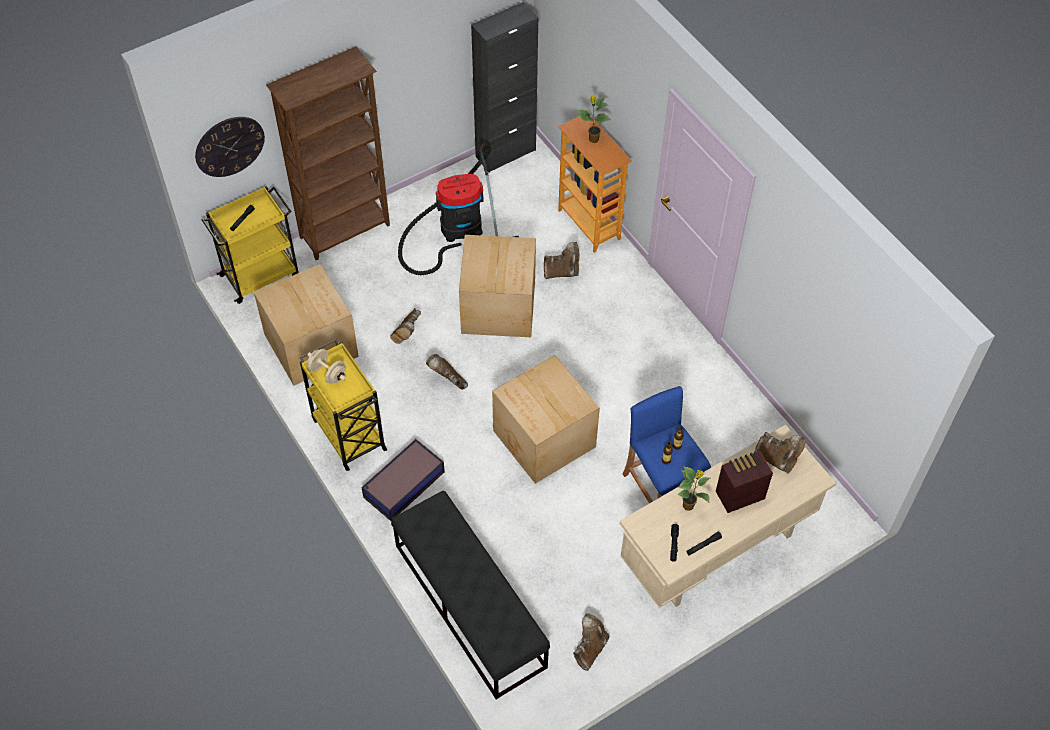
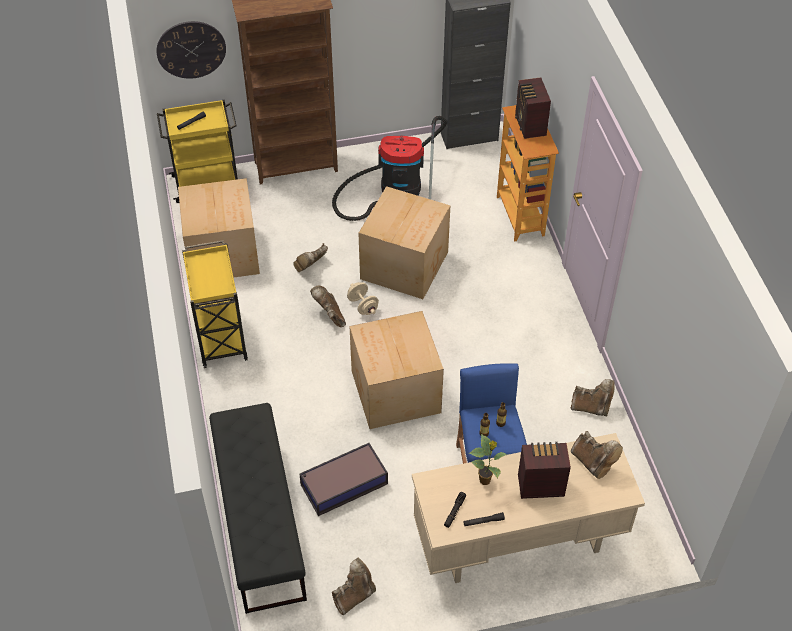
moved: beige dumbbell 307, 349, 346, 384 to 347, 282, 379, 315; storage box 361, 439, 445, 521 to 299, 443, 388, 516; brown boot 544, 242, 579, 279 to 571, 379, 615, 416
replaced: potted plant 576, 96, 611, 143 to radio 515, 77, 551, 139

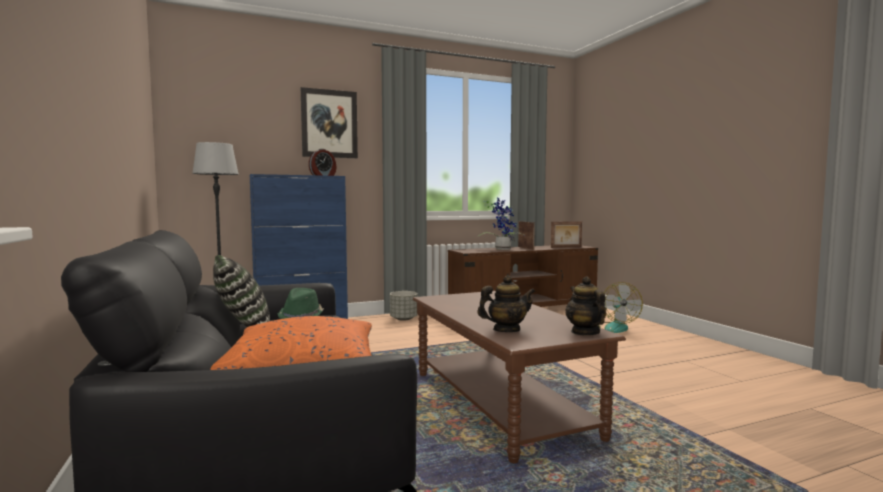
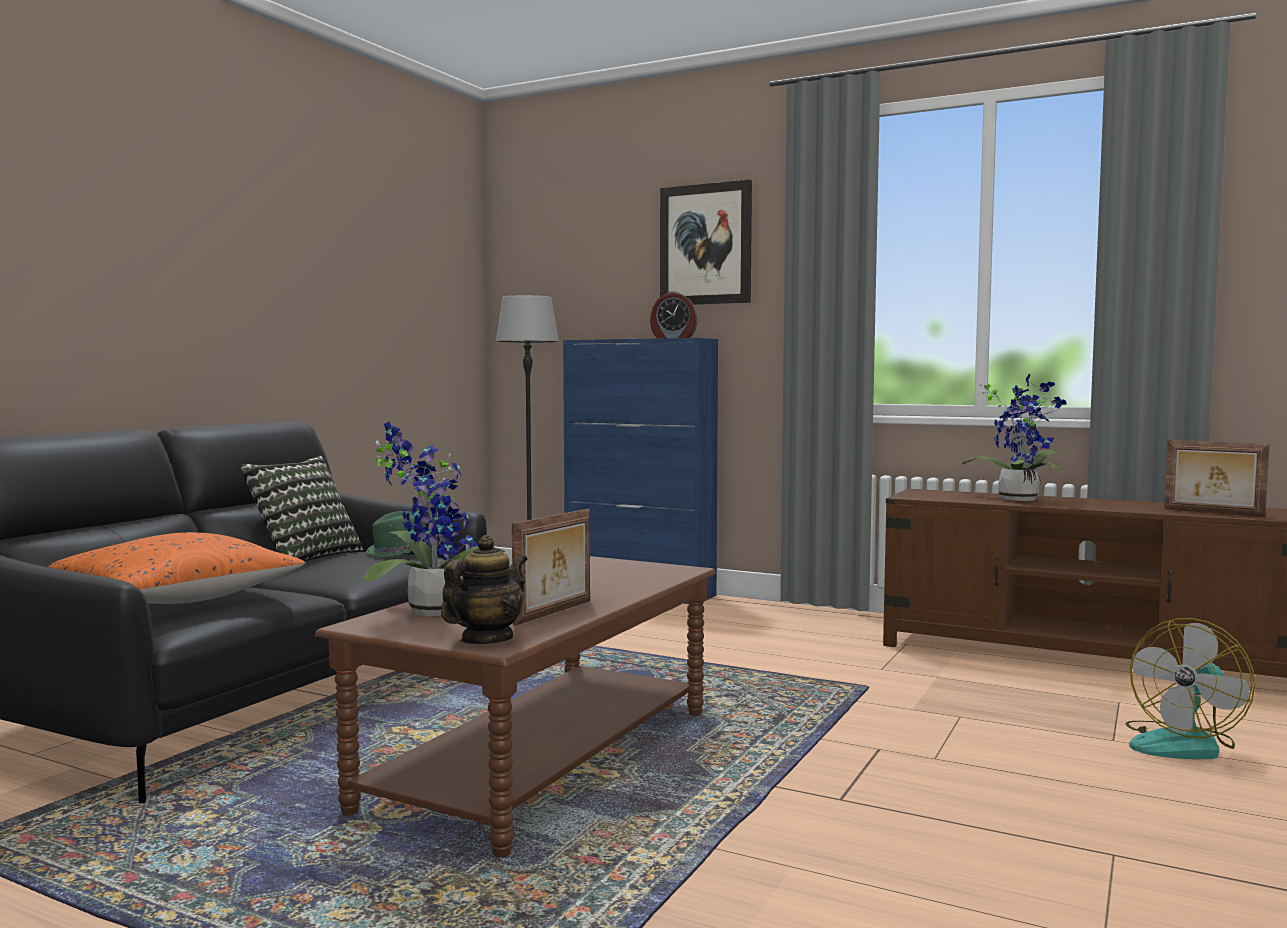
removed: grey planter 390, 291, 418, 321
moved: picture frame 518, 221, 535, 250 to 512, 509, 590, 626
replaced: teapot 477, 275, 535, 332 to potted plant 363, 421, 505, 616

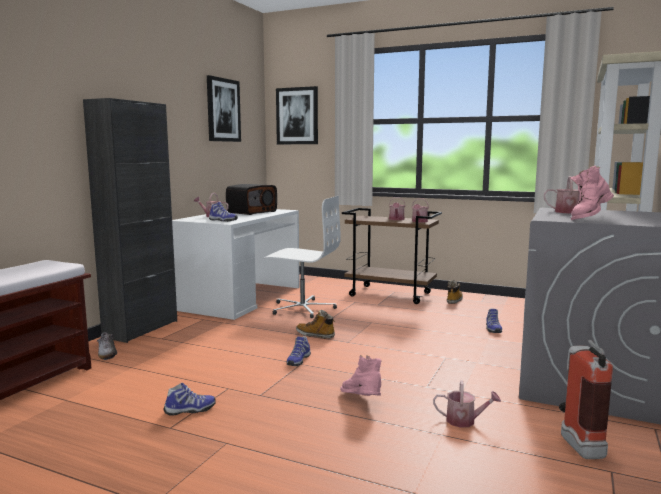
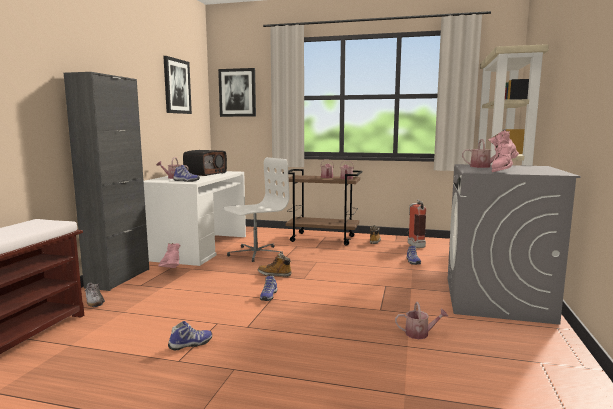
moved: pink boot 340, 355, 382, 396 to 158, 243, 181, 268; fire extinguisher 559, 340, 613, 459 to 407, 199, 426, 248
turned: white office chair 264, 196, 341, 318 = 222, 157, 289, 262 45 degrees counterclockwise

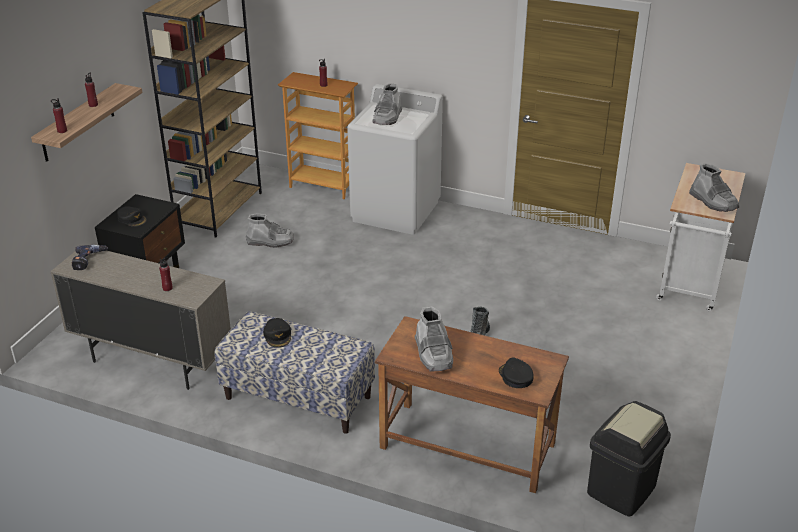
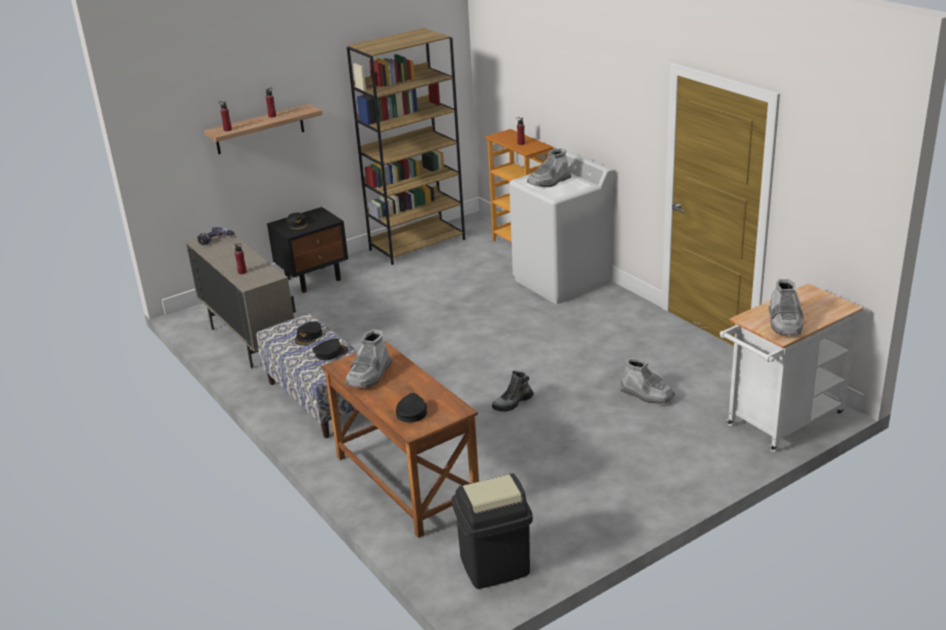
added: black cap 313, 338, 348, 360
moved: grey boot 246, 213, 294, 248 to 620, 358, 675, 404

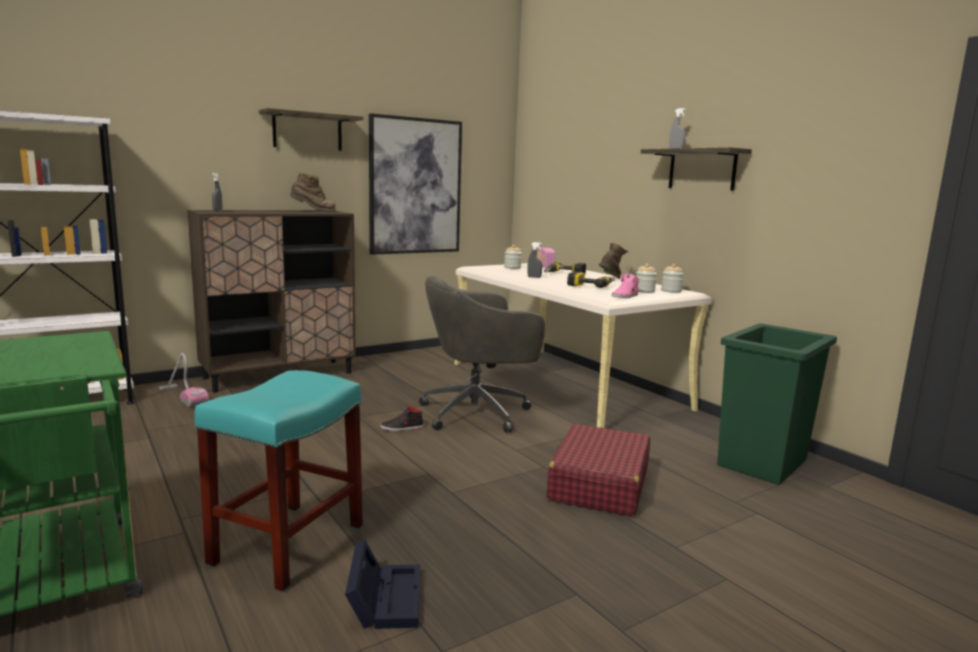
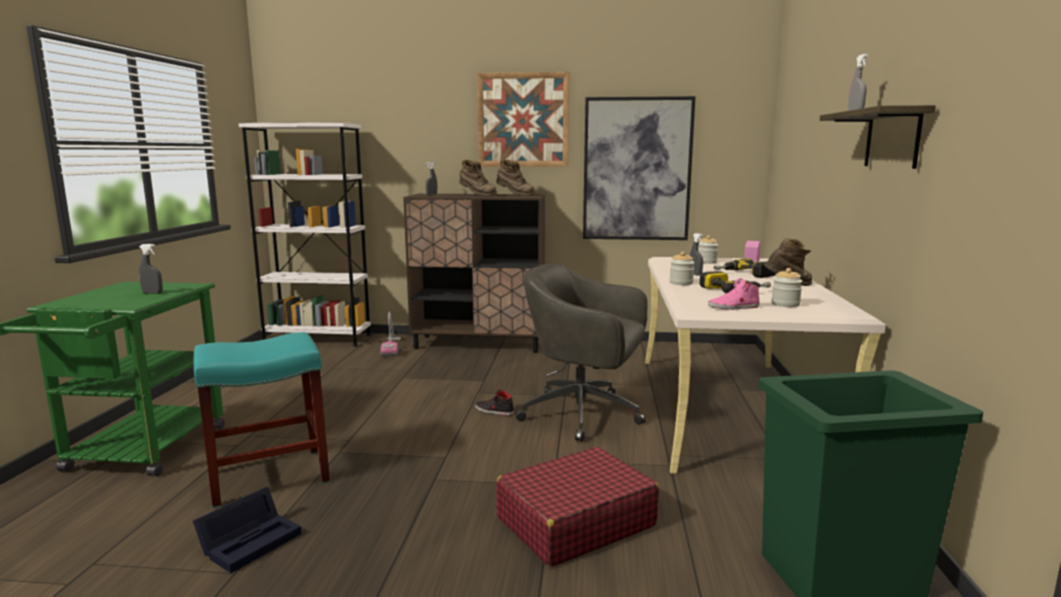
added: grey spray bottle 139, 244, 163, 294; brown boot 459, 159, 497, 197
moved: jar 661, 264, 684, 293 to 670, 252, 695, 285
replaced: shelf 259, 108, 363, 151 to picture 477, 72, 569, 167

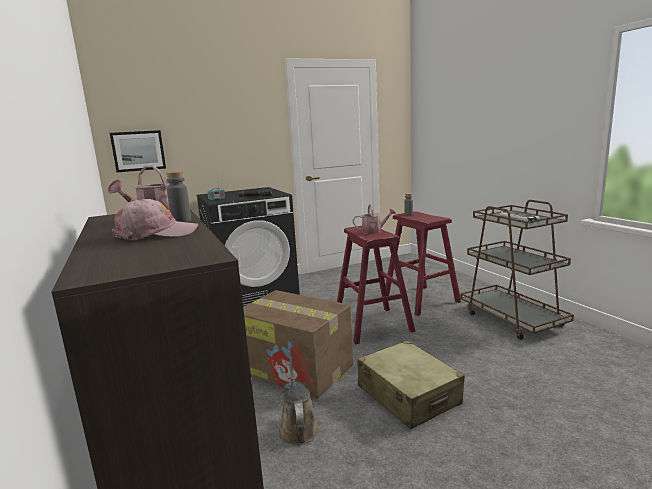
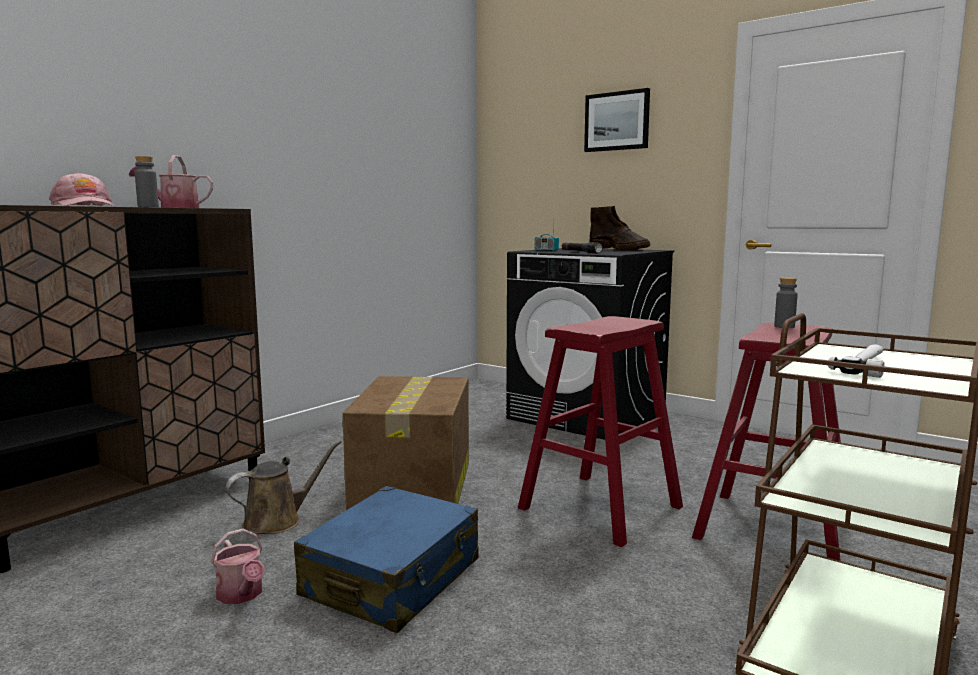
added: brown boot 589, 206, 650, 250
moved: picture 110, 130, 166, 173 to 584, 88, 650, 152; watering can 353, 204, 396, 234 to 211, 528, 265, 604
recoloured: beige suitcase 357, 340, 465, 429 to blue suitcase 294, 486, 479, 633

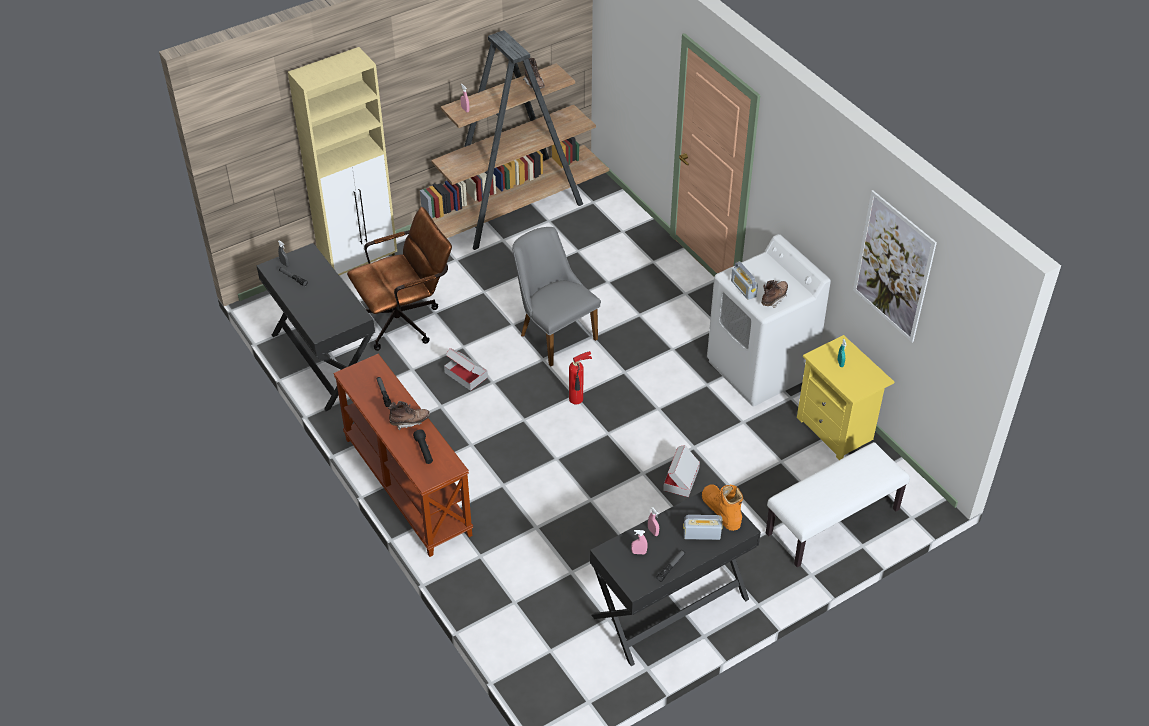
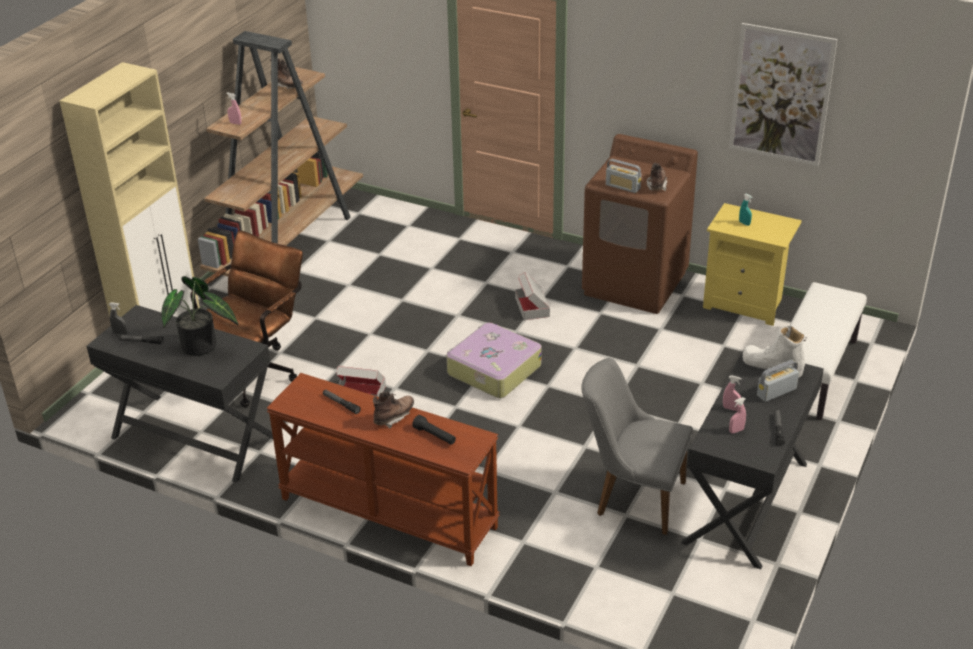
added: potted plant 161, 276, 238, 356
moved: grey chair 512, 227, 601, 366 to 581, 358, 693, 535; cardboard box 663, 445, 700, 497 to 515, 272, 550, 320
replaced: fire extinguisher 569, 351, 592, 404 to suitcase 447, 323, 542, 398
recoloured: orange boot 702, 485, 743, 531 to white boot 743, 326, 807, 378; white washing machine 707, 234, 831, 406 to brown washing machine 582, 134, 698, 314

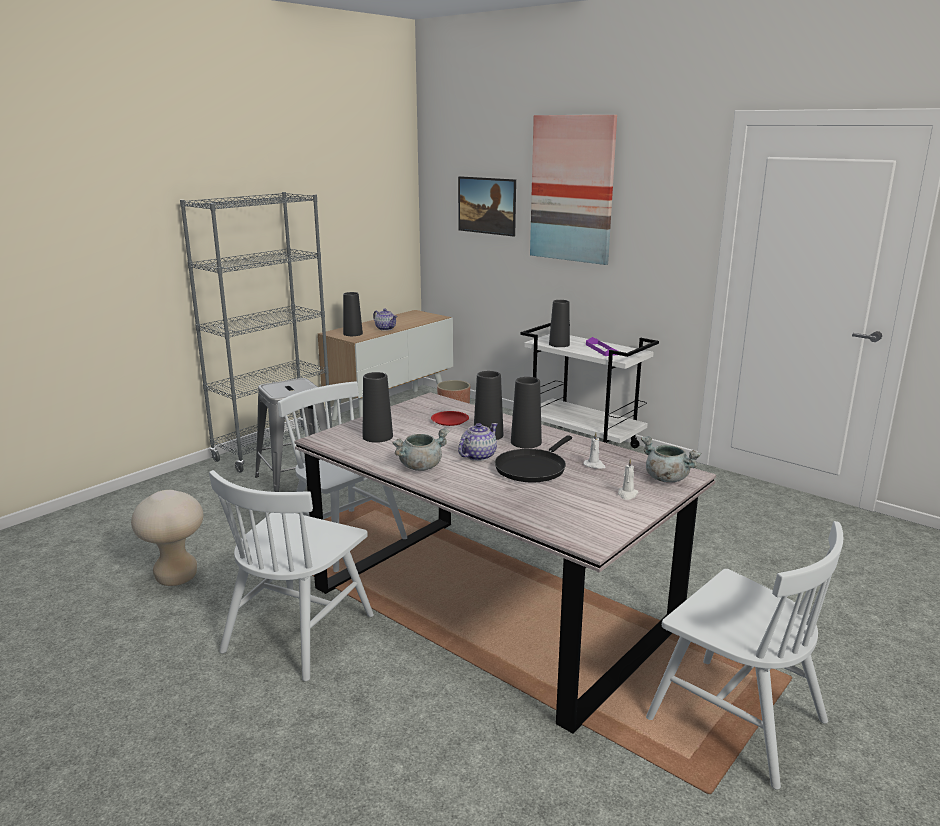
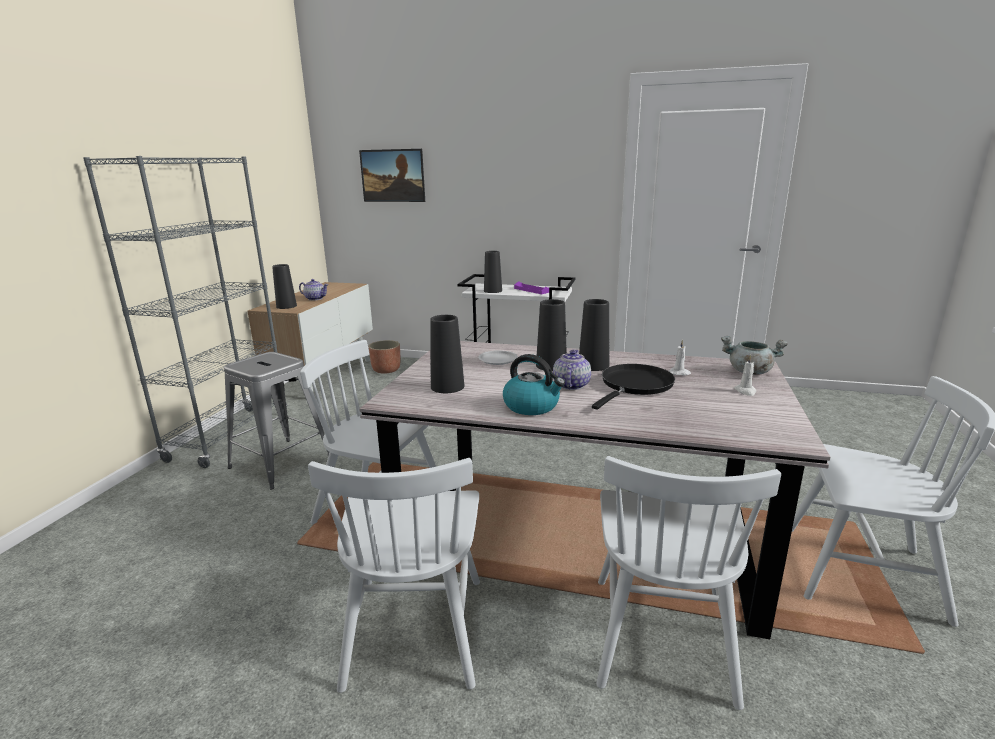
removed: beige stool 131, 490, 203, 586; picture 530, 115, 617, 265
added: white chair 596, 456, 781, 710
replaced: grey cooking pot 392, 428, 449, 471 to kettle 503, 354, 565, 415
recoloured: red plate 431, 411, 469, 426 to white plate 478, 350, 518, 365
turned: black frying pan 495, 435, 572, 483 = 592, 364, 675, 410 150 degrees counterclockwise

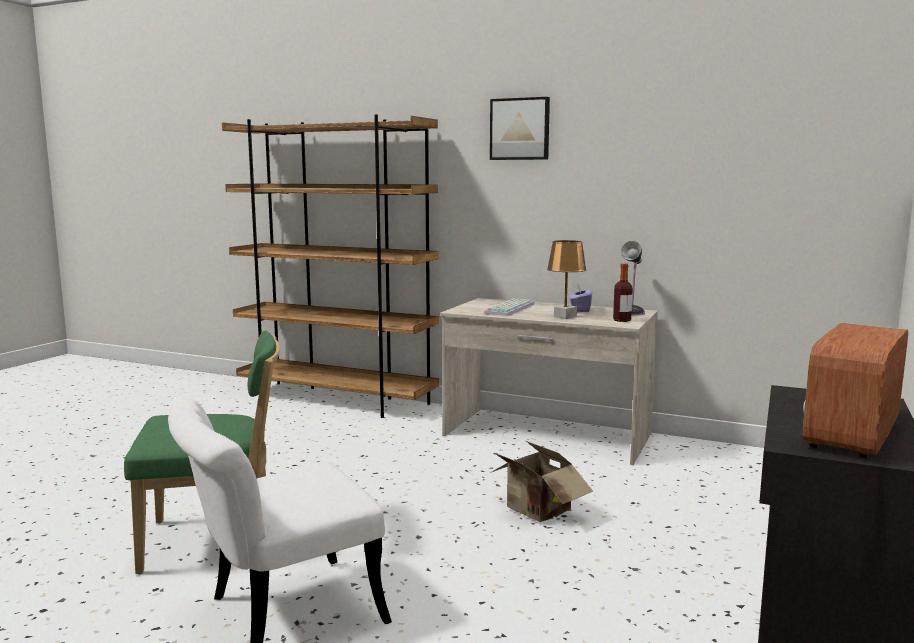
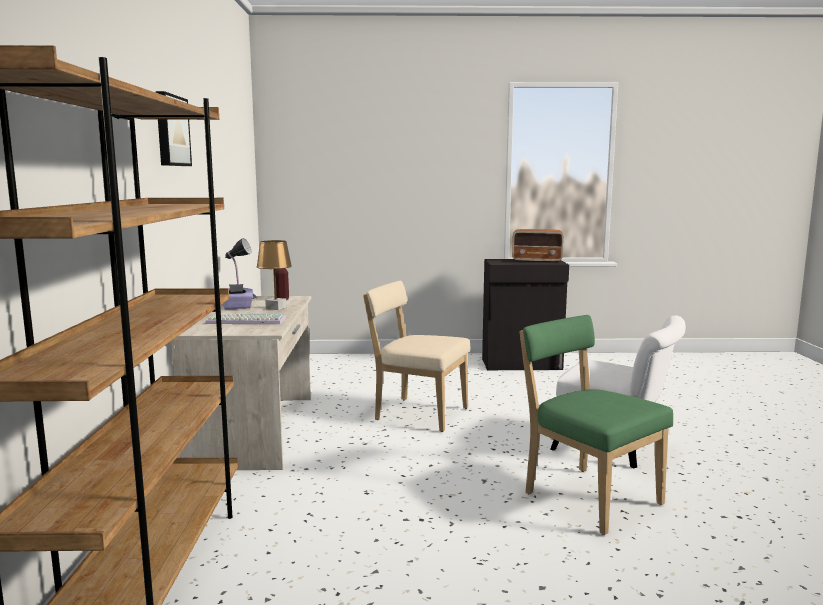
replaced: cardboard box 490, 441, 593, 522 to beige chair 363, 281, 470, 432

